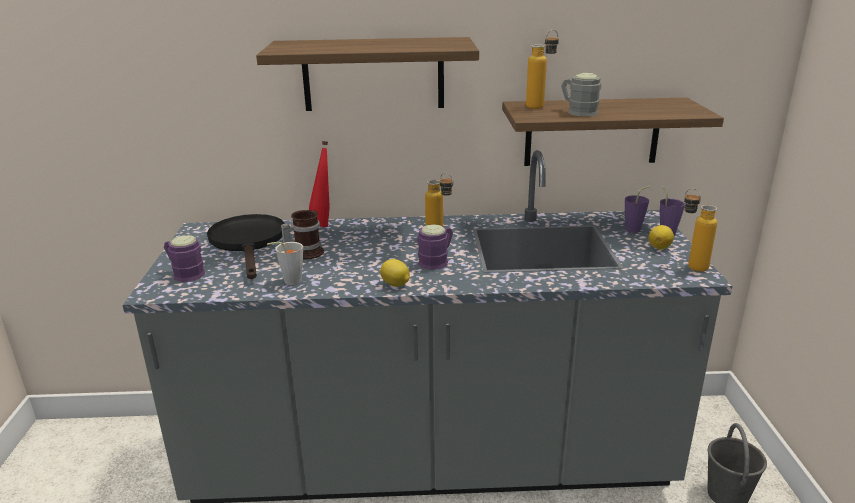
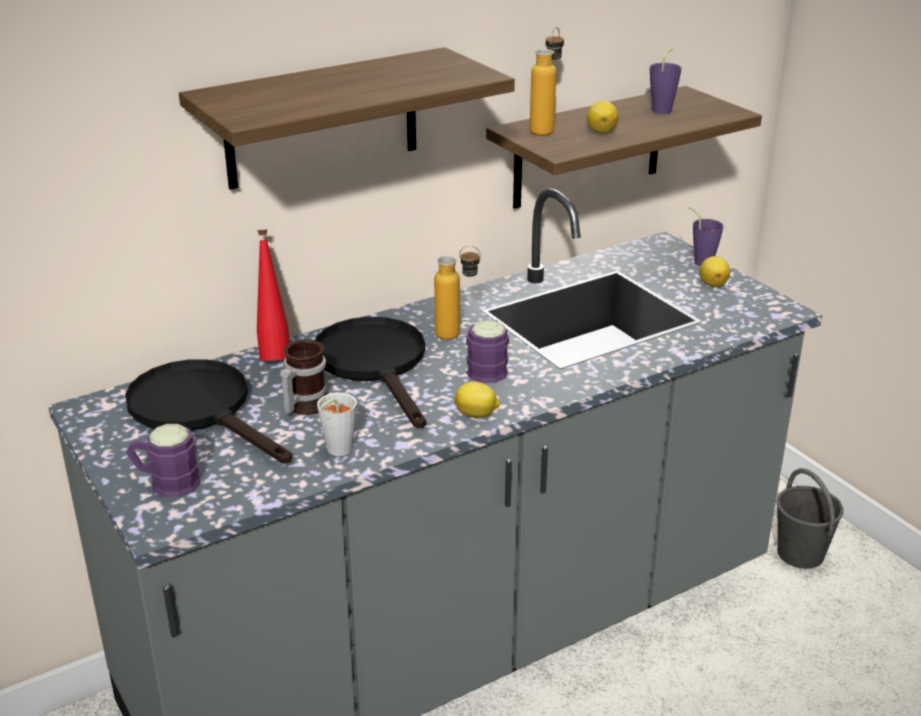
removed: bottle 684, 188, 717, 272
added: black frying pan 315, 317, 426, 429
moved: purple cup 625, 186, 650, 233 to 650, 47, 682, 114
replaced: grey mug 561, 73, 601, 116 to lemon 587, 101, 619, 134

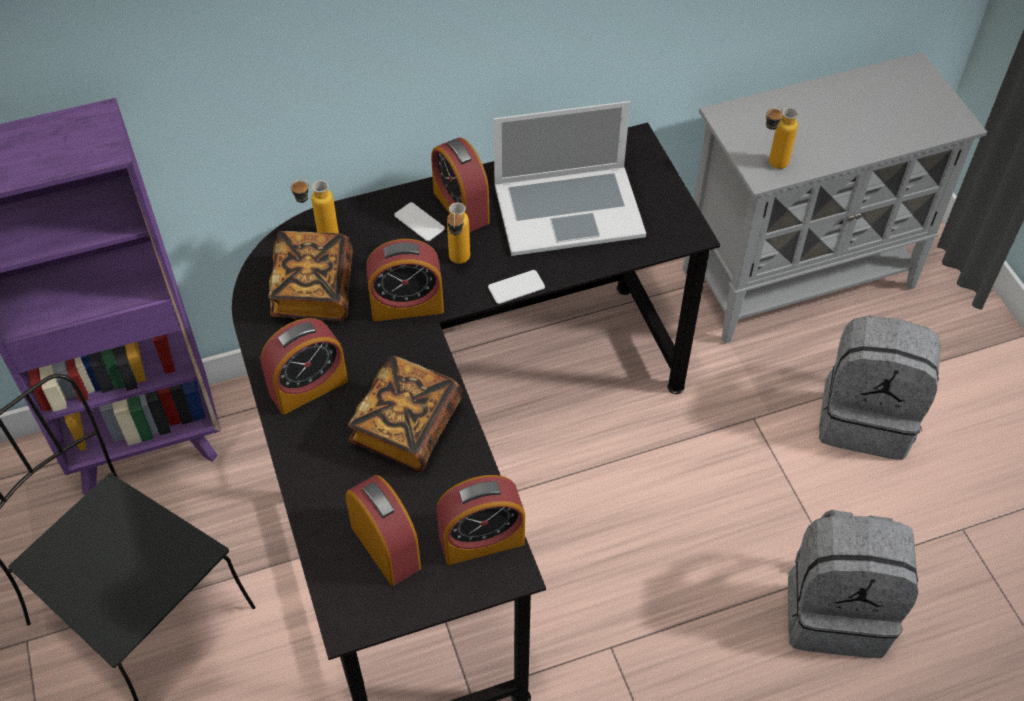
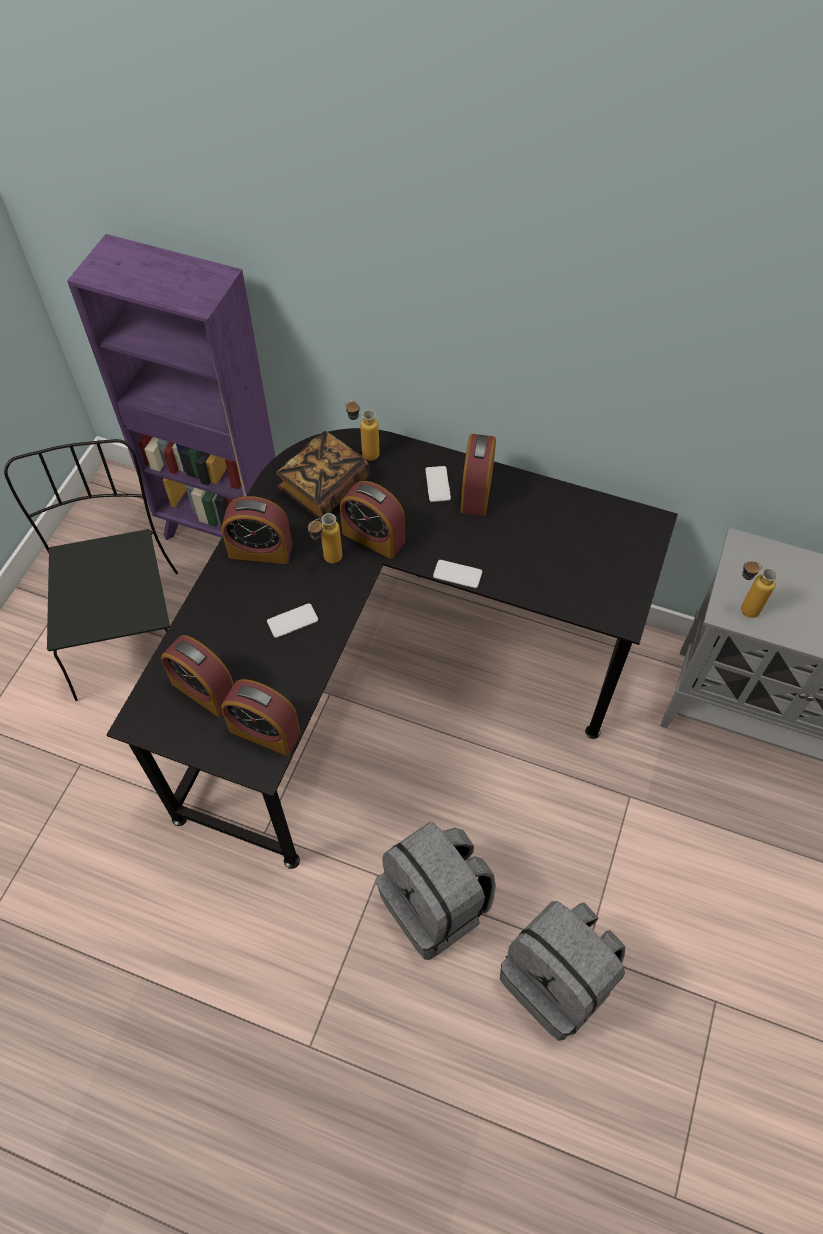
removed: laptop 493, 101, 646, 256
moved: bottle 447, 203, 470, 264 to 308, 513, 342, 563; grey backpack 819, 316, 941, 460 to 376, 822, 496, 960
replaced: book 348, 355, 462, 472 to phone 267, 603, 318, 638
turned: alarm clock 345, 475, 421, 586 = 161, 635, 234, 718 120 degrees clockwise

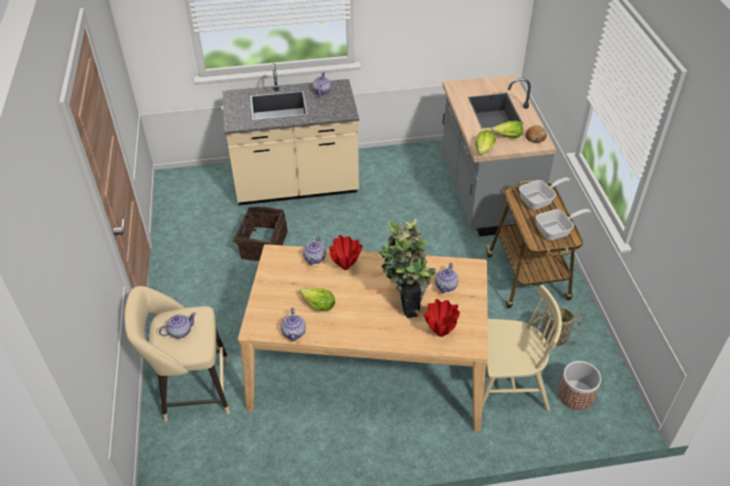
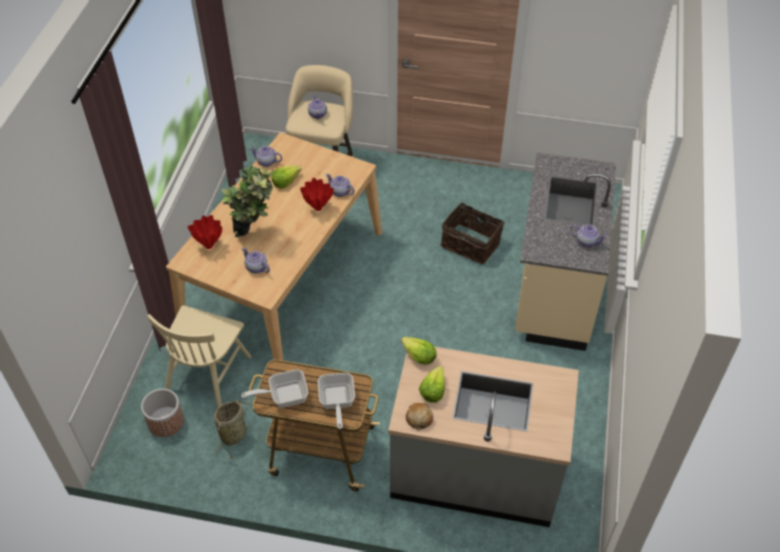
turned: frying pan 536, 209, 591, 240 = 241, 369, 308, 408 75 degrees clockwise

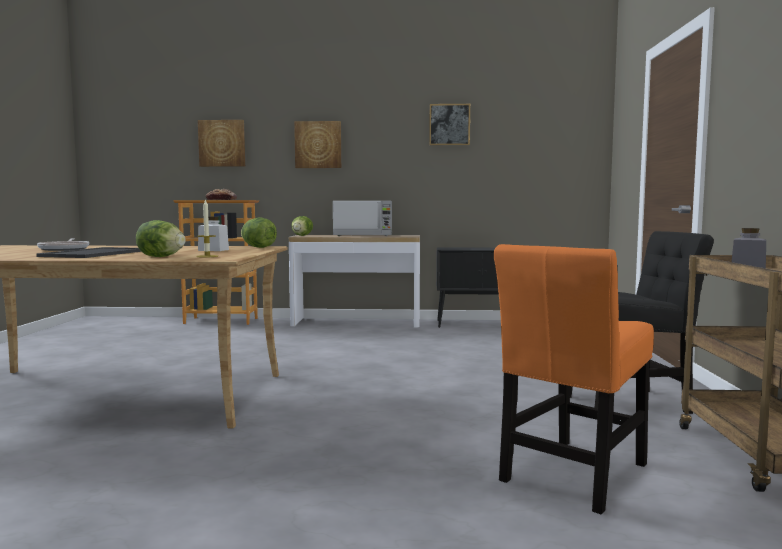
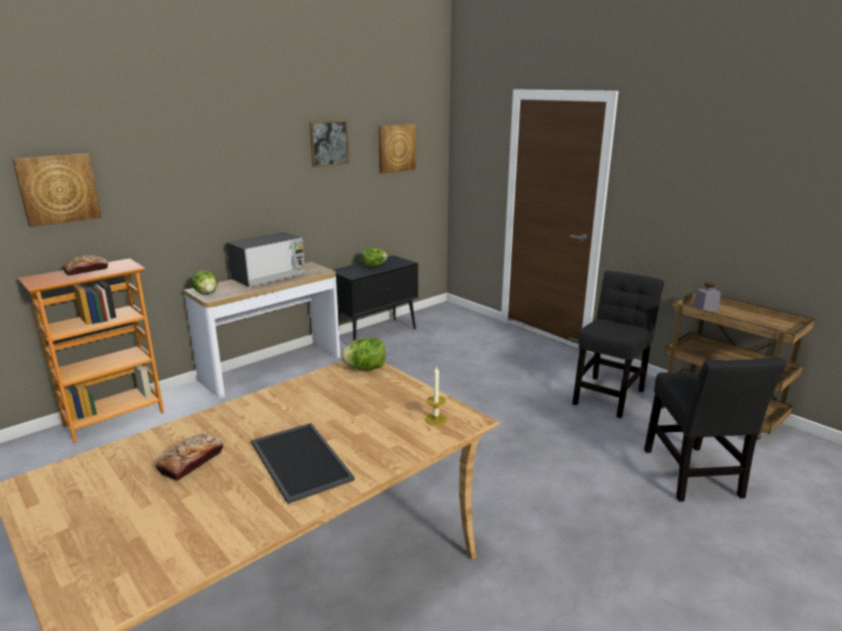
removed: white jar 198, 217, 229, 251
moved: lettuce 136, 220, 186, 257 to 361, 247, 388, 267; picture 294, 121, 341, 168 to 378, 124, 416, 173
replaced: frying pan 37, 238, 89, 251 to bread 156, 434, 224, 481
recoloured: orange chair 494, 244, 654, 514 to black chair 644, 357, 786, 502

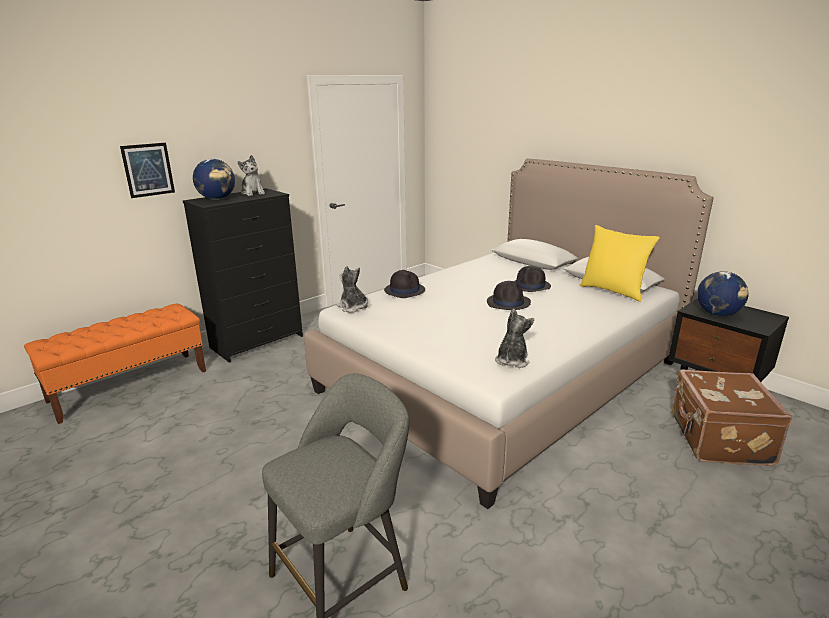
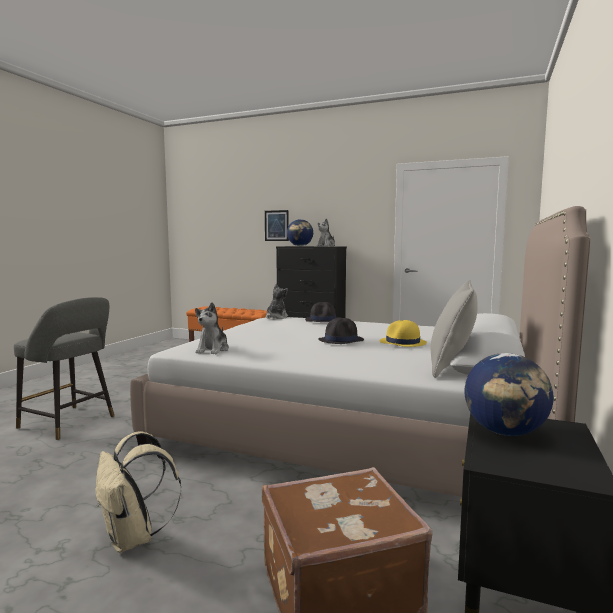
added: beige backpack 95, 431, 181, 553
recoloured: black hat 514, 266, 551, 292 to yellow hat 380, 320, 427, 347; yellow pillow 580, 225, 660, 302 to grey pillow 431, 280, 478, 378
turned: plush toy 495, 309, 534, 368 = 195, 302, 229, 354 105 degrees clockwise

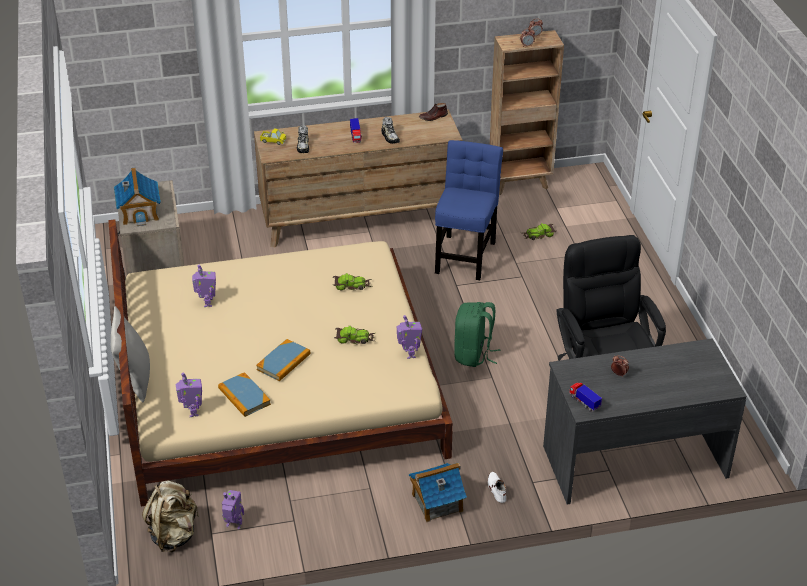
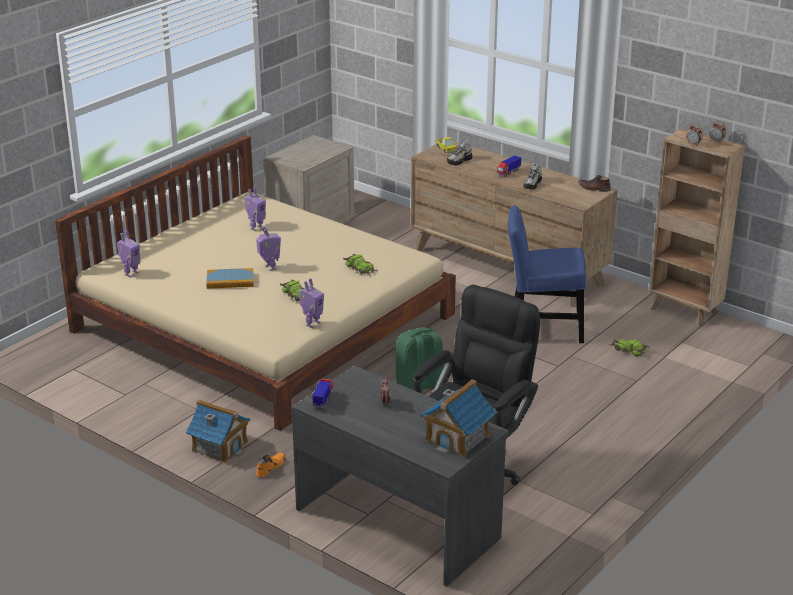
removed: grey pillow 111, 306, 150, 402; beige backpack 142, 481, 199, 552; book 218, 372, 271, 417
moved: toy house 114, 168, 161, 226 to 420, 379, 497, 457; toy robot 222, 490, 244, 529 to 256, 226, 281, 271
recoloured: white shoe 488, 472, 506, 503 to orange shoe 256, 453, 286, 477
turned: blue chair 435, 140, 503, 280 = 508, 205, 586, 343 150 degrees counterclockwise

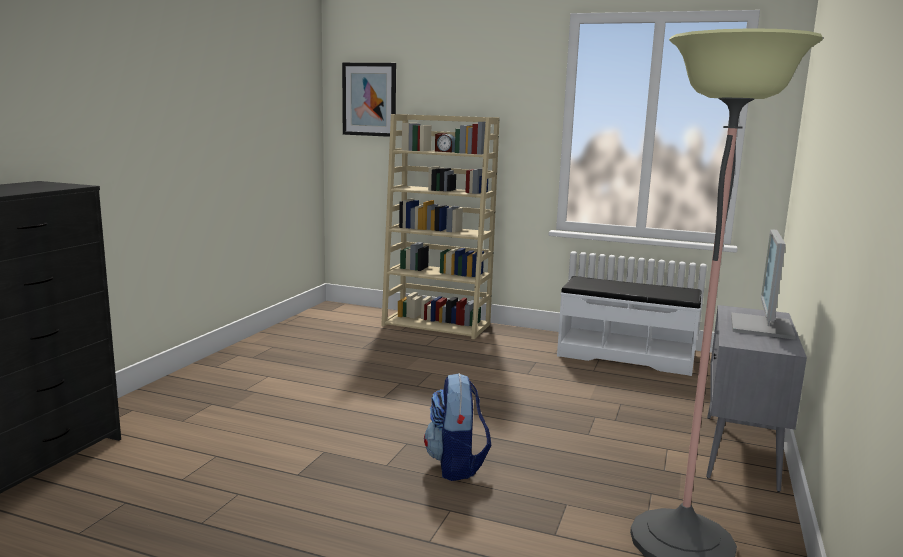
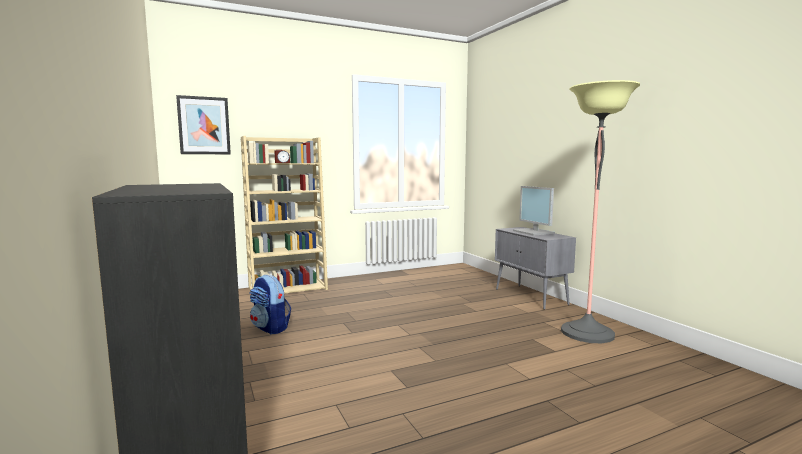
removed: white bench 557, 276, 702, 376
moved: backpack 424, 373, 491, 481 to 250, 275, 291, 335

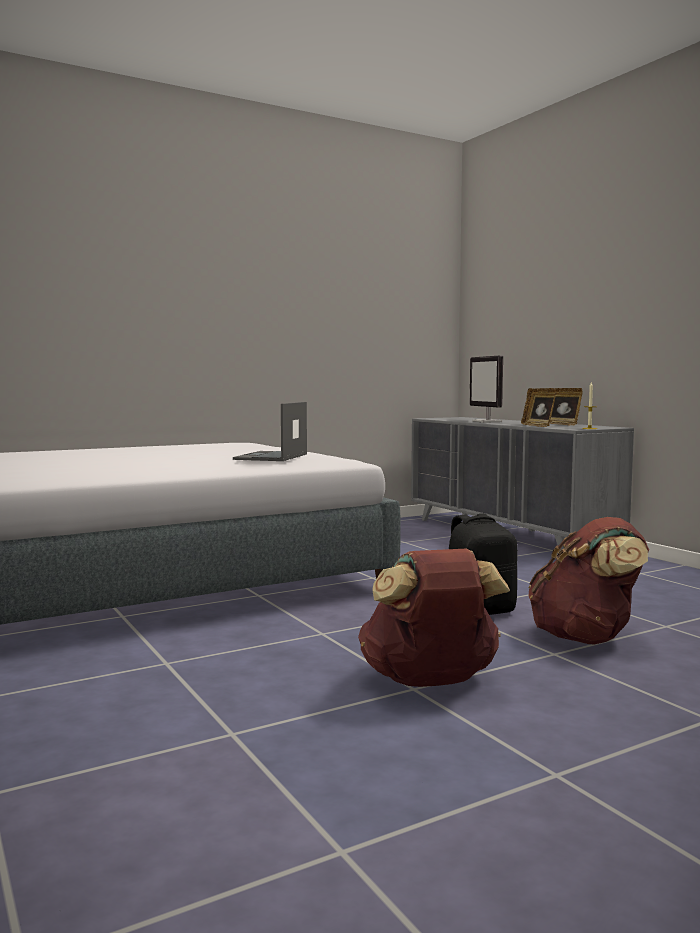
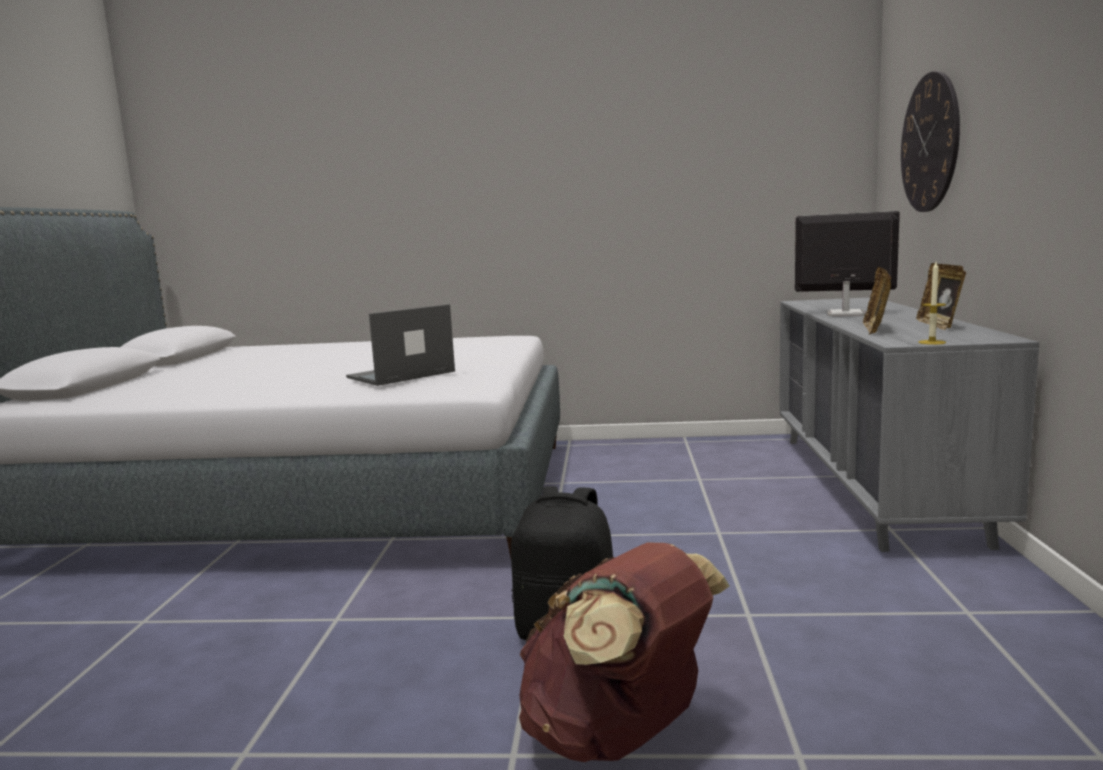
removed: brown backpack 358, 549, 510, 687
added: wall clock 901, 71, 960, 212
turned: monitor 470, 355, 503, 423 = 795, 211, 900, 317 90 degrees clockwise

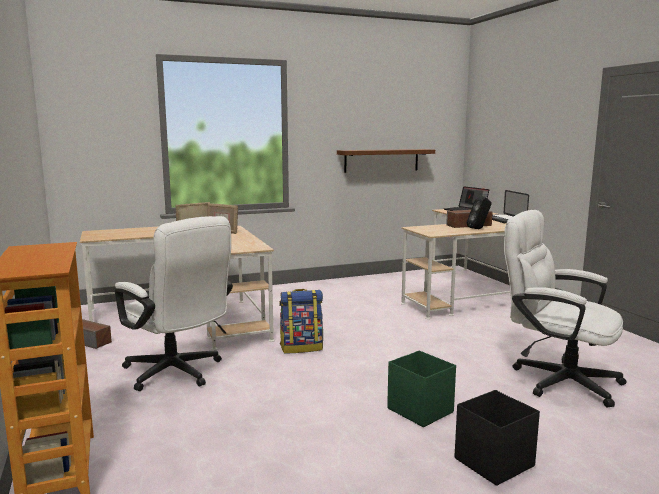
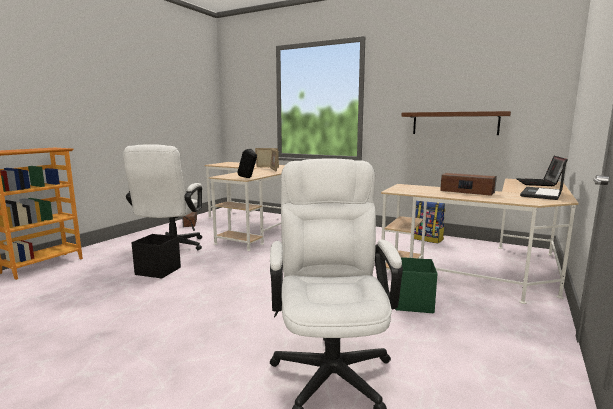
moved: backpack 279, 289, 323, 353 to 414, 201, 445, 243; green storage box 387, 350, 456, 427 to 395, 257, 438, 313; black storage box 455, 390, 540, 486 to 132, 234, 181, 278; black speaker 467, 196, 492, 229 to 237, 149, 257, 178

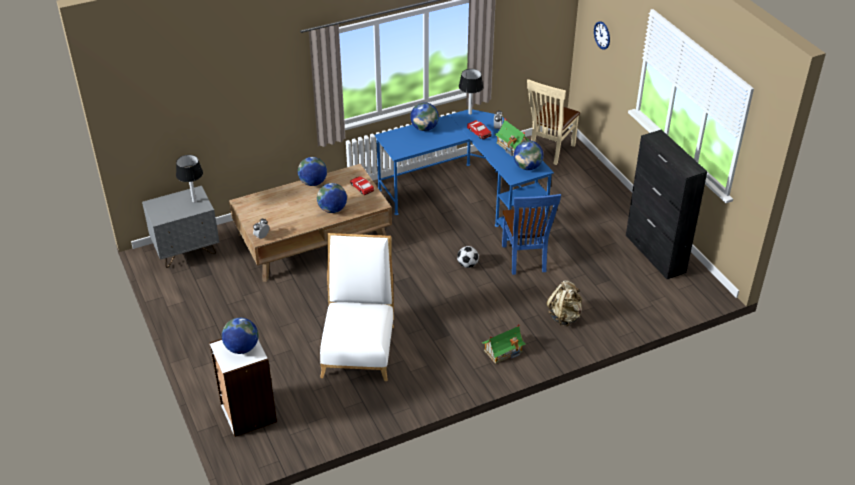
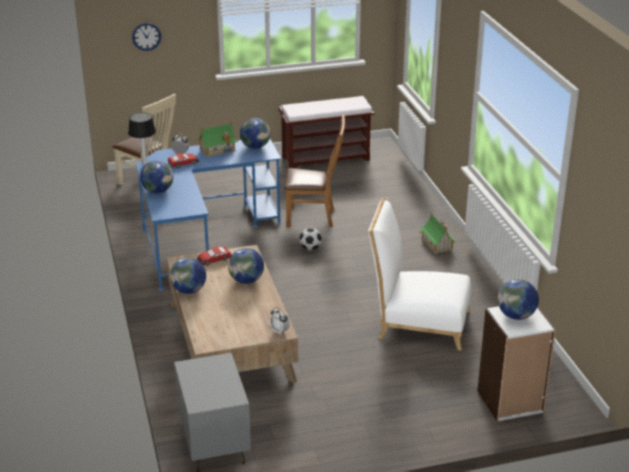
removed: table lamp 176, 155, 203, 203; beige backpack 546, 280, 582, 326
replaced: black cabinet 626, 130, 707, 279 to brown bench 279, 96, 375, 168
recoloured: blue chair 502, 194, 561, 275 to brown chair 284, 115, 345, 227

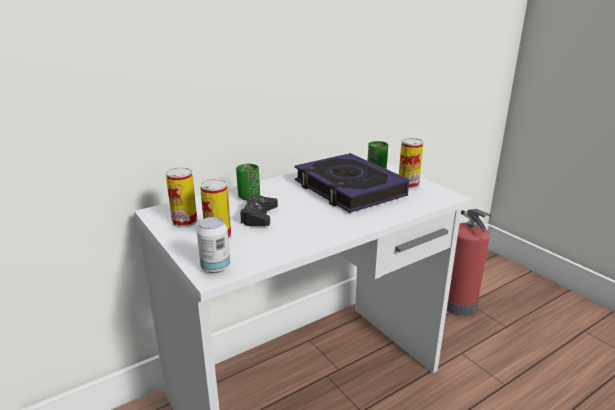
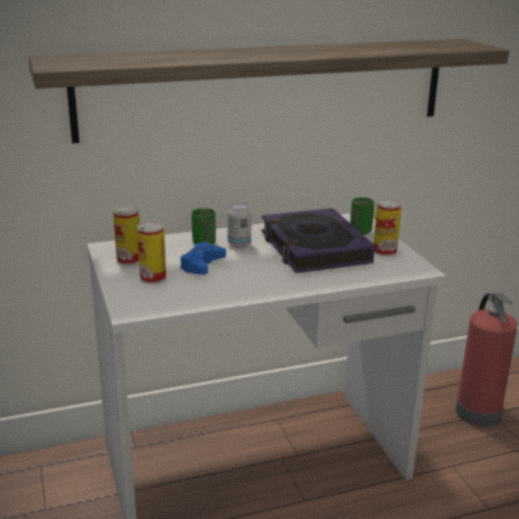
added: shelf 29, 39, 509, 144
moved: can 197, 217, 230, 273 to 228, 203, 252, 248
recoloured: black game controller 240, 195, 278, 226 to blue game controller 180, 242, 226, 275

